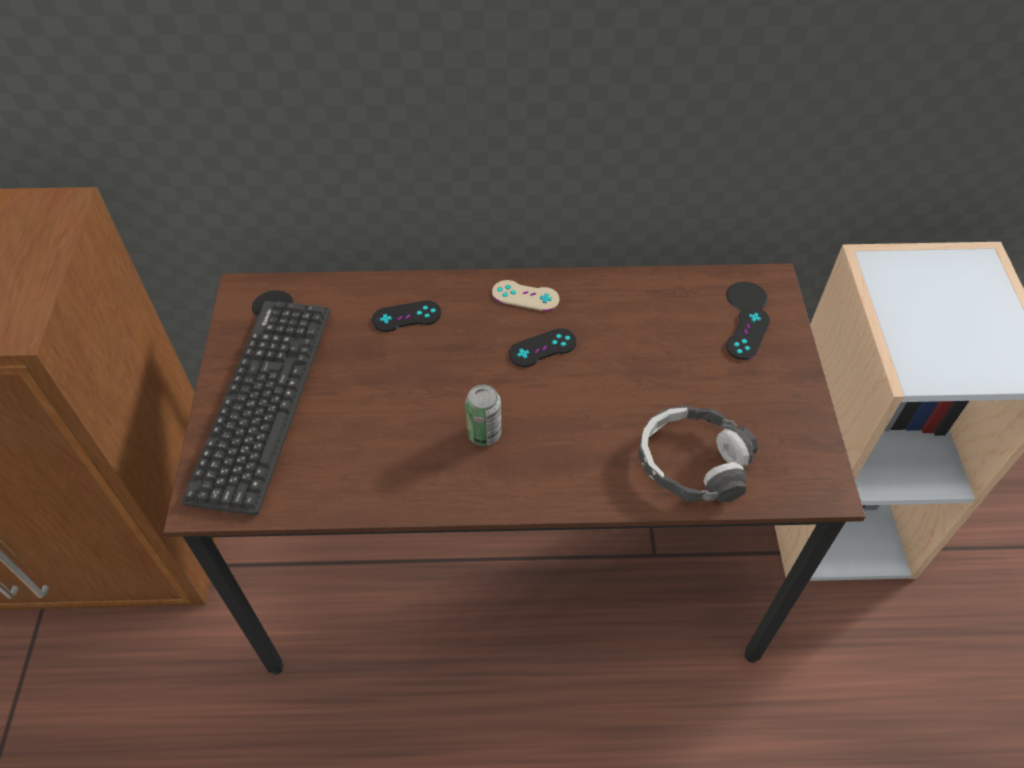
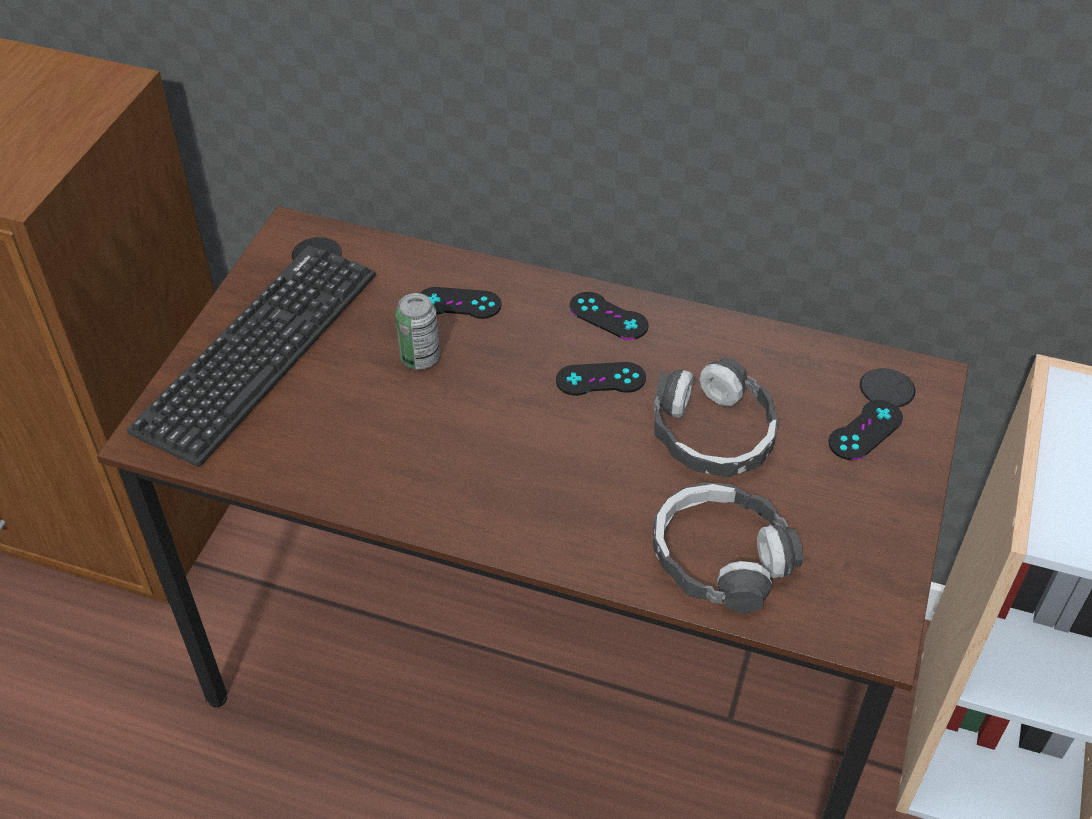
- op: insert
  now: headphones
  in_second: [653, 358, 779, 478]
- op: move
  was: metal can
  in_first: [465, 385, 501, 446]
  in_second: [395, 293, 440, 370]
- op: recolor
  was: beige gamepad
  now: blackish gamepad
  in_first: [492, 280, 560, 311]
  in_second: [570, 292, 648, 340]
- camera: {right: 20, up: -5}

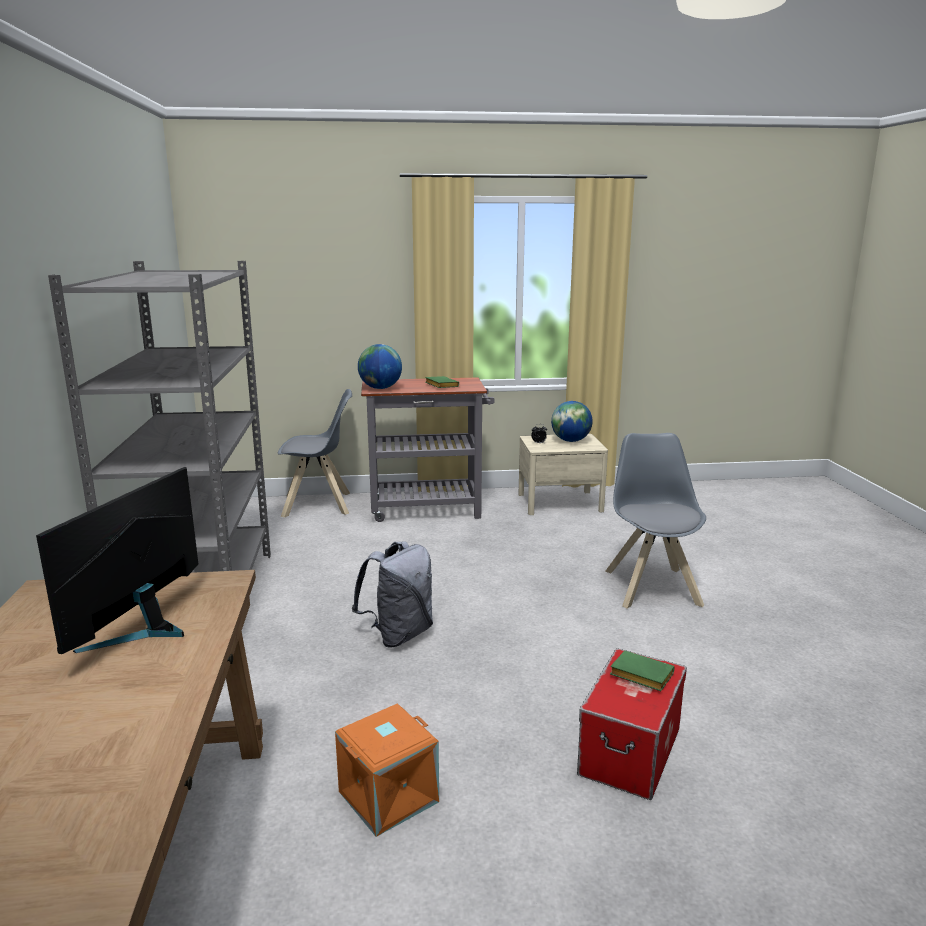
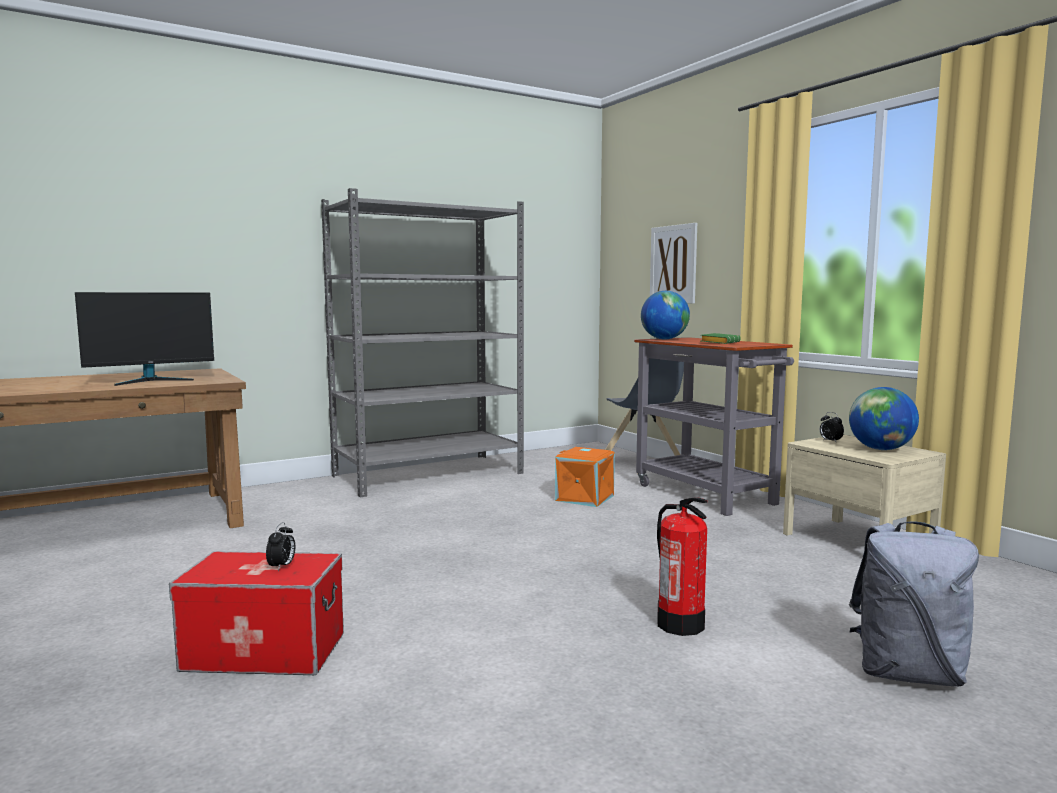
- op: insert
  now: wall art
  in_second: [650, 223, 697, 304]
- op: move
  was: orange-coloured storage box
  in_first: [335, 704, 439, 837]
  in_second: [555, 447, 615, 507]
- op: move
  was: gray rucksack
  in_first: [352, 541, 433, 648]
  in_second: [849, 521, 979, 686]
- op: replace
  was: gray plain chair
  now: fire extinguisher
  in_first: [605, 433, 706, 608]
  in_second: [657, 497, 707, 636]
- op: replace
  was: green-coloured book
  now: bedside clock
  in_first: [610, 651, 675, 691]
  in_second: [266, 522, 295, 571]
- op: rotate
  was: computer screen
  in_first: [36, 467, 198, 654]
  in_second: [75, 292, 214, 386]
  clockwise: 150
- camera: {right: 65, up: -10}

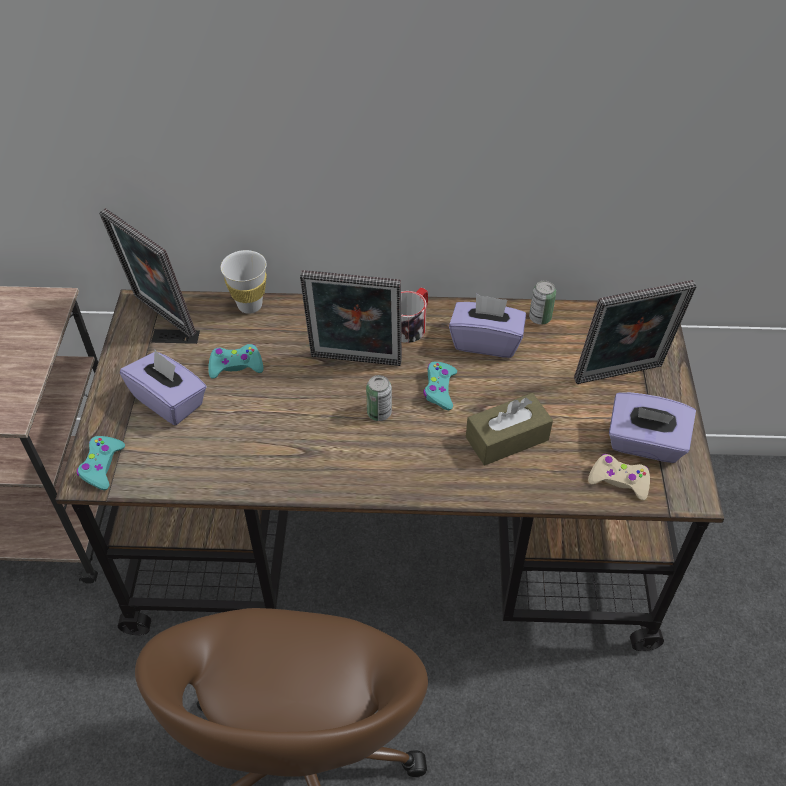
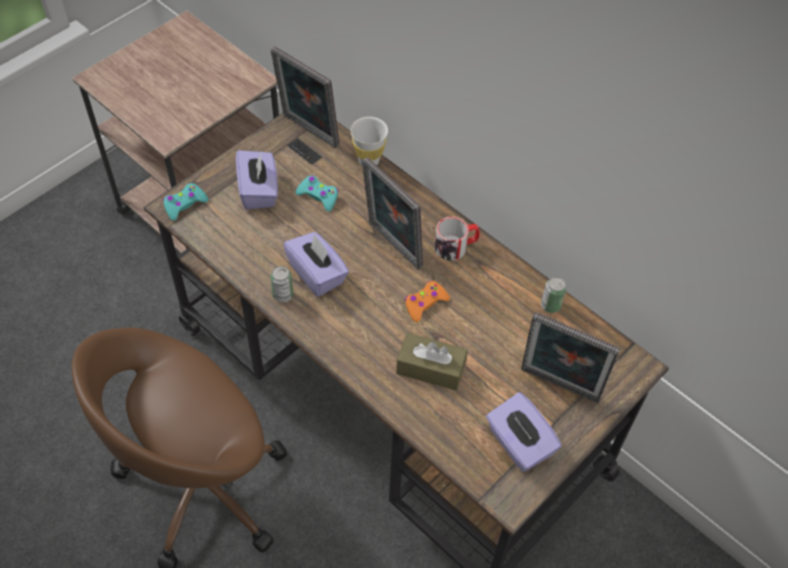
- op: delete
  was: beige gamepad
  in_first: [588, 454, 650, 500]
- op: move
  was: metal can
  in_first: [366, 375, 392, 421]
  in_second: [270, 266, 293, 303]
- op: move
  was: purple-coloured tissue holder
  in_first: [449, 294, 526, 358]
  in_second: [283, 232, 349, 297]
- op: recolor
  was: turquoise gamepad
  now: orange-coloured gamepad
  in_first: [423, 362, 457, 410]
  in_second: [405, 281, 450, 322]
- op: rotate
  was: photo frame
  in_first: [99, 208, 196, 338]
  in_second: [271, 47, 340, 148]
  clockwise: -45
- camera: {right: 40, up: 5}

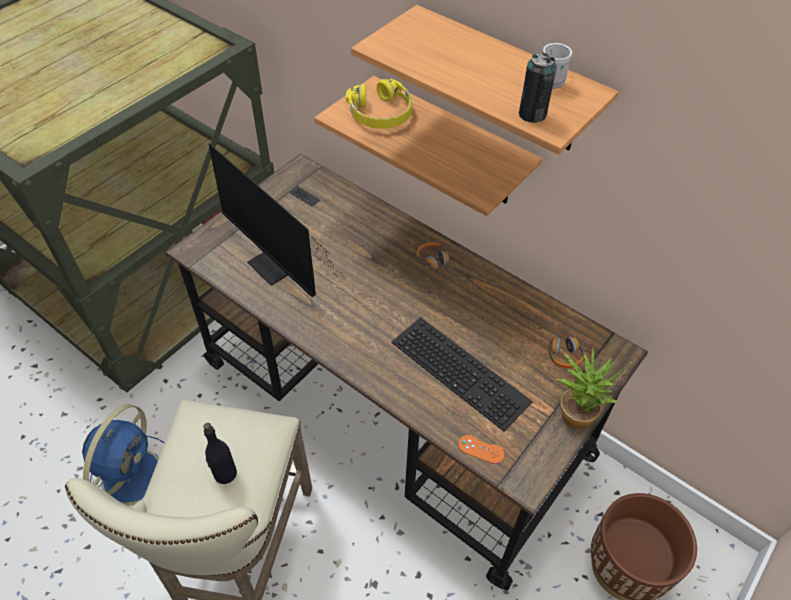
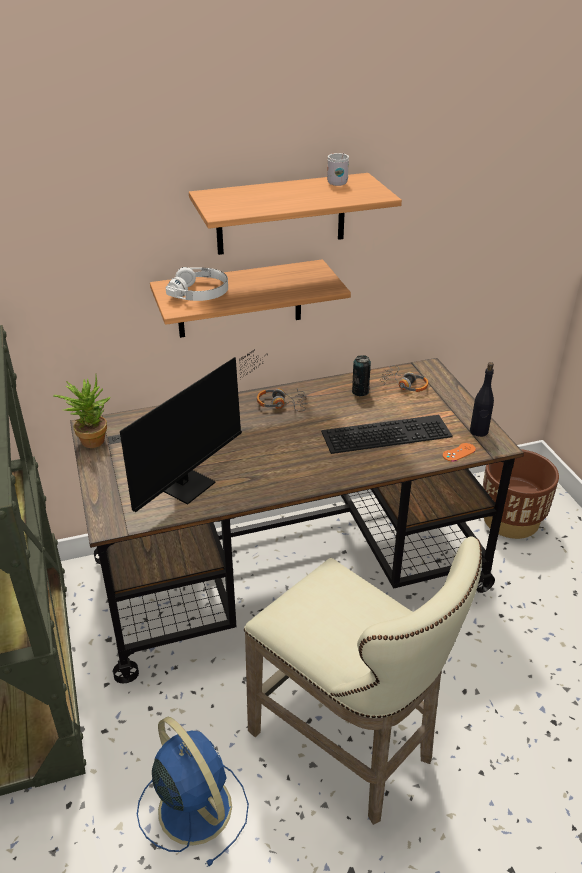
- op: move
  was: blackish bottle
  in_first: [203, 423, 237, 484]
  in_second: [470, 362, 494, 437]
- op: move
  was: metal can
  in_first: [519, 53, 557, 123]
  in_second: [352, 355, 371, 397]
- op: move
  was: plant in a pot
  in_first: [556, 347, 622, 429]
  in_second: [53, 376, 111, 448]
- op: recolor
  was: yellow-coloured headphones
  now: white headphones
  in_first: [346, 78, 413, 129]
  in_second: [166, 267, 228, 301]
- op: rotate
  was: computer screen
  in_first: [209, 143, 344, 297]
  in_second: [120, 350, 265, 512]
  clockwise: -45
- camera: {right: -55, up: -15}

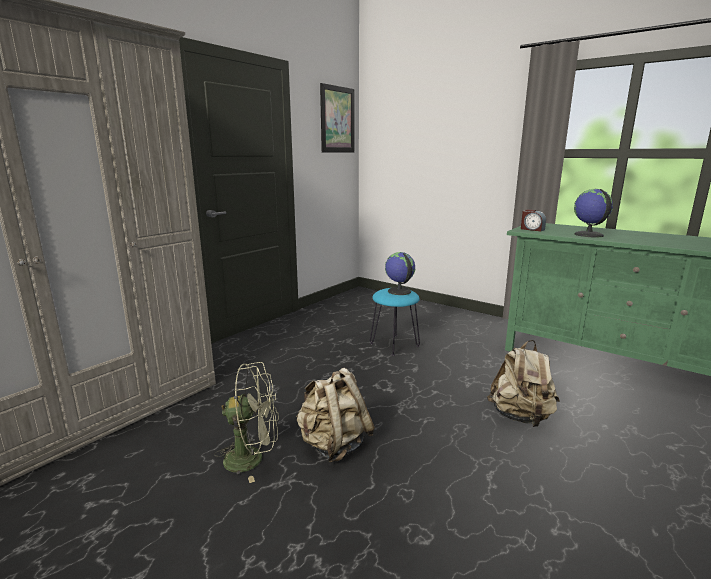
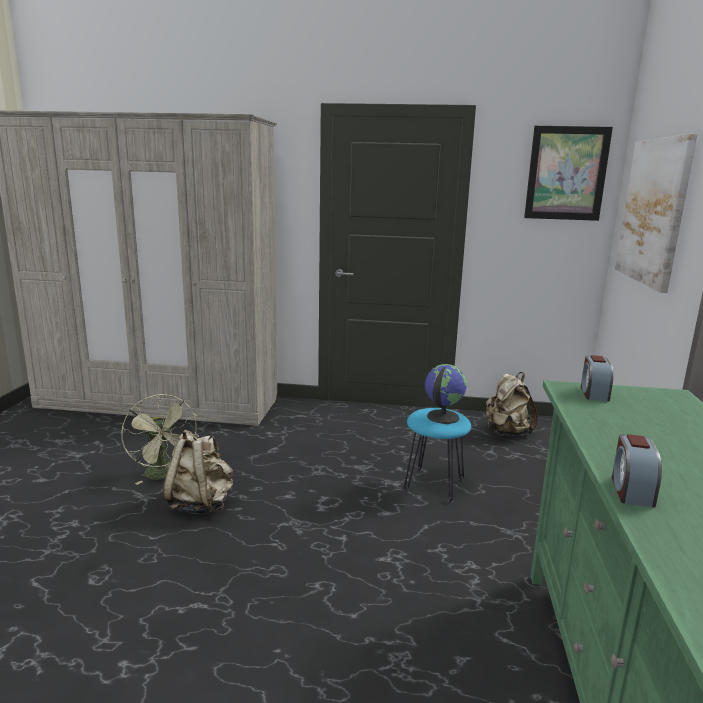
- op: delete
  was: globe
  in_first: [574, 189, 613, 238]
- op: insert
  now: bedside clock
  in_second: [612, 434, 662, 508]
- op: insert
  now: wall art
  in_second: [615, 134, 697, 293]
- op: move
  was: beige rucksack
  in_first: [487, 340, 560, 427]
  in_second: [486, 372, 538, 436]
- camera: {right: 60, up: 0}

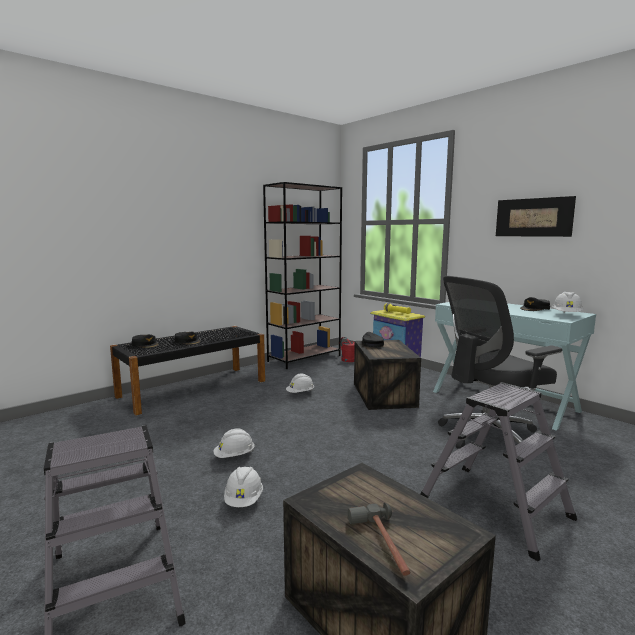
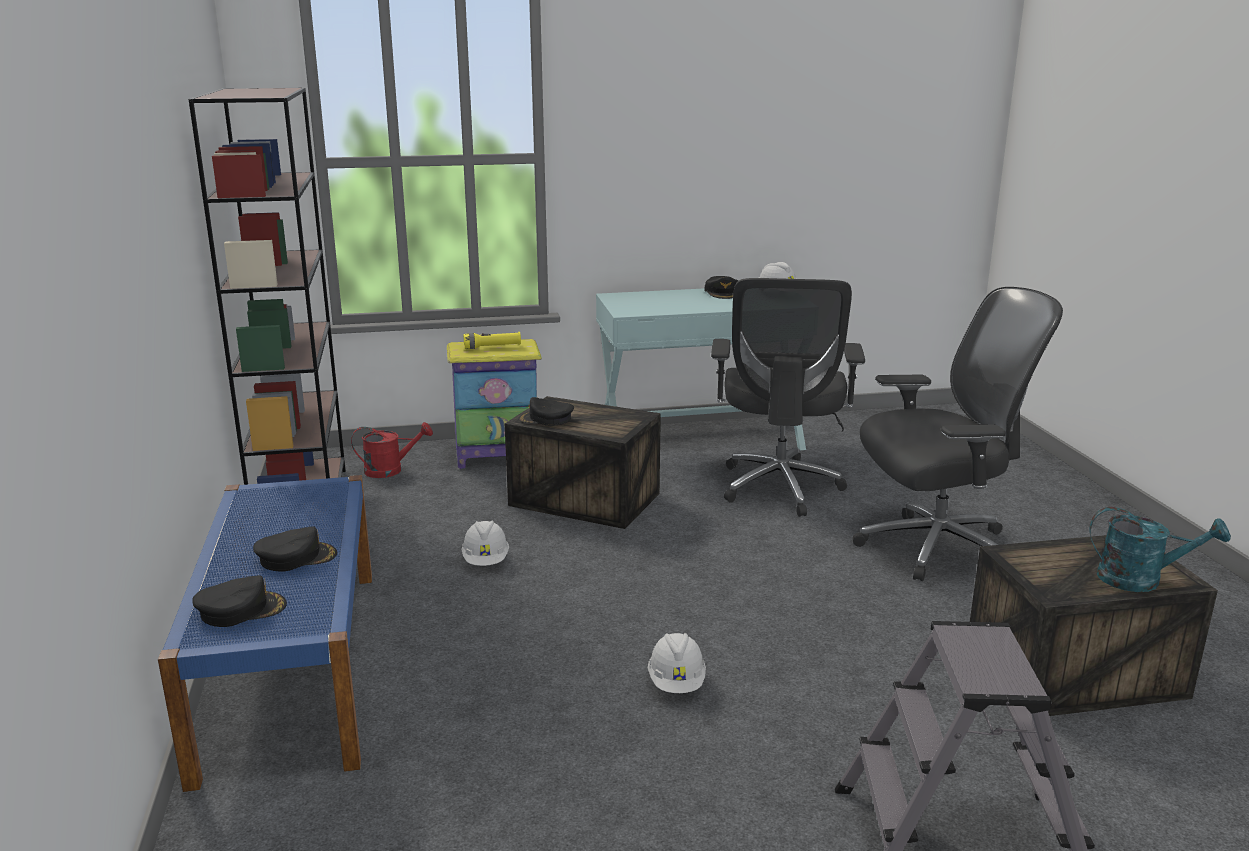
- op: delete
  was: white safety helmet
  in_first: [224, 467, 263, 507]
- op: delete
  was: wall art
  in_first: [496, 196, 576, 237]
- op: replace
  was: hammer
  now: turquoise watering can
  in_first: [348, 503, 410, 576]
  in_second: [1089, 507, 1231, 592]
- op: replace
  was: gray step stool
  now: desk chair
  in_first: [420, 382, 577, 561]
  in_second: [853, 287, 1063, 581]
- op: recolor
  was: blackish indoor bench
  now: bluish indoor bench
  in_first: [110, 326, 265, 415]
  in_second: [158, 475, 372, 792]
- camera: {right: -60, up: 10}

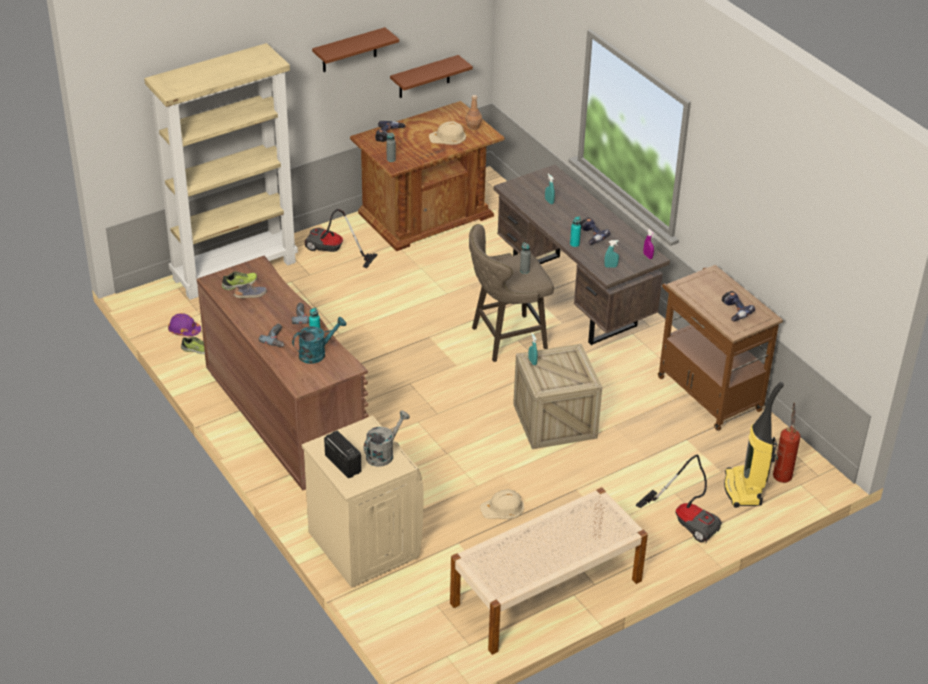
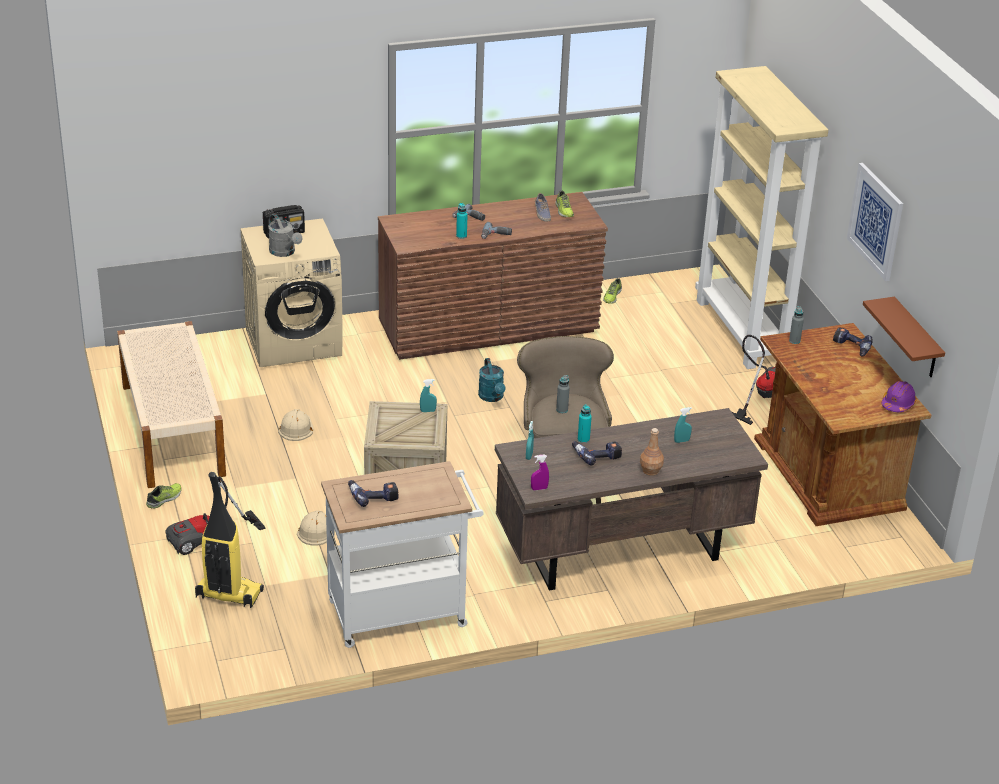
- op: delete
  was: fire extinguisher
  in_first: [773, 403, 800, 483]
- op: insert
  now: shoe
  in_second: [146, 483, 182, 508]
- op: move
  was: purple-coloured safety helmet
  in_first: [168, 313, 201, 336]
  in_second: [881, 381, 917, 412]
- op: move
  was: turquoise watering can
  in_first: [292, 317, 347, 364]
  in_second: [478, 358, 506, 402]
- op: move
  was: beige safety helmet
  in_first: [429, 121, 466, 145]
  in_second: [297, 511, 335, 546]
- op: move
  was: brown bottle
  in_first: [465, 95, 482, 130]
  in_second: [640, 428, 664, 476]
- op: replace
  was: brown bracket shelf
  now: wall art
  in_first: [312, 27, 399, 72]
  in_second: [847, 163, 903, 281]
- op: recolor
  was: brown wheeled cart
  now: white wheeled cart
  in_first: [658, 265, 783, 431]
  in_second: [321, 461, 484, 648]
- camera: {right: 105, up: -5}

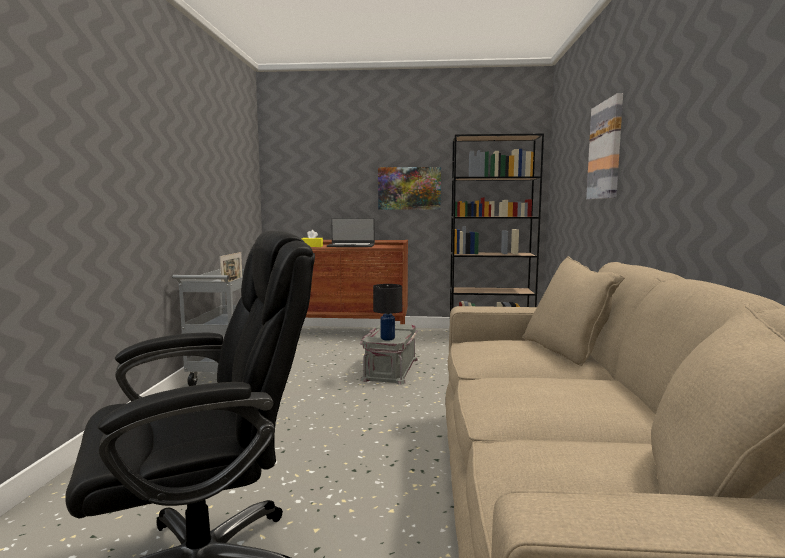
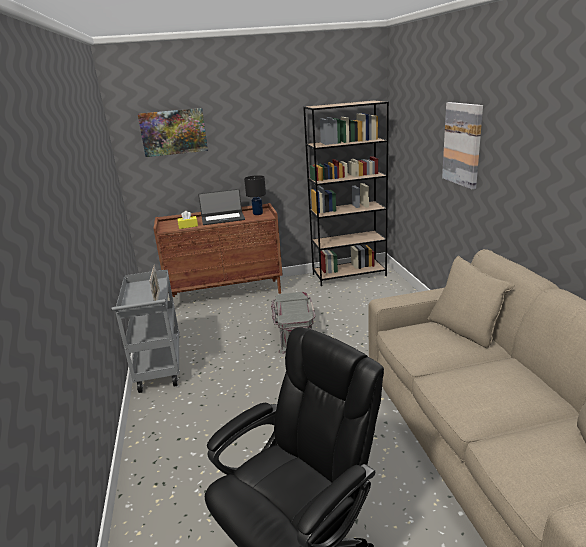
- op: move
  was: blackish table lamp
  in_first: [373, 284, 402, 341]
  in_second: [244, 175, 266, 215]
- op: move
  was: wall art
  in_first: [378, 167, 441, 210]
  in_second: [138, 108, 208, 157]
- camera: {right: -15, up: 15}

